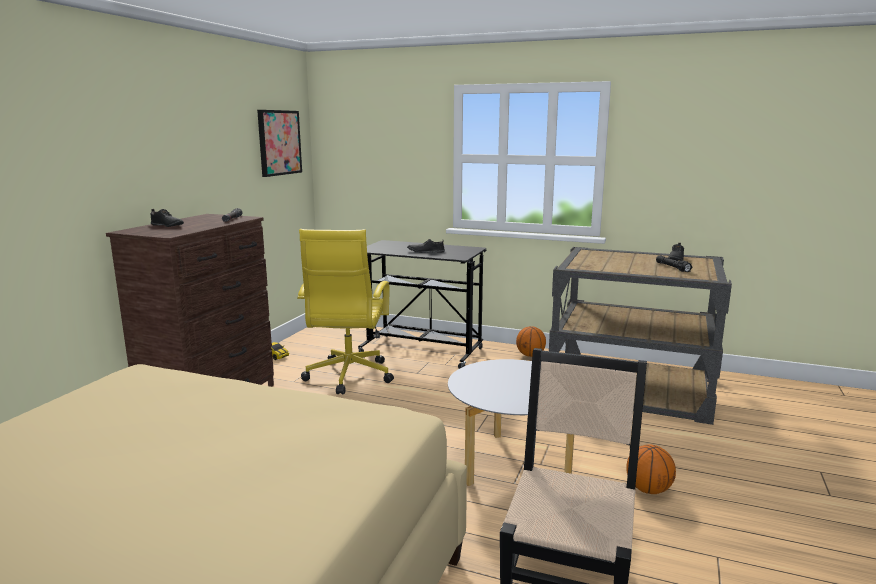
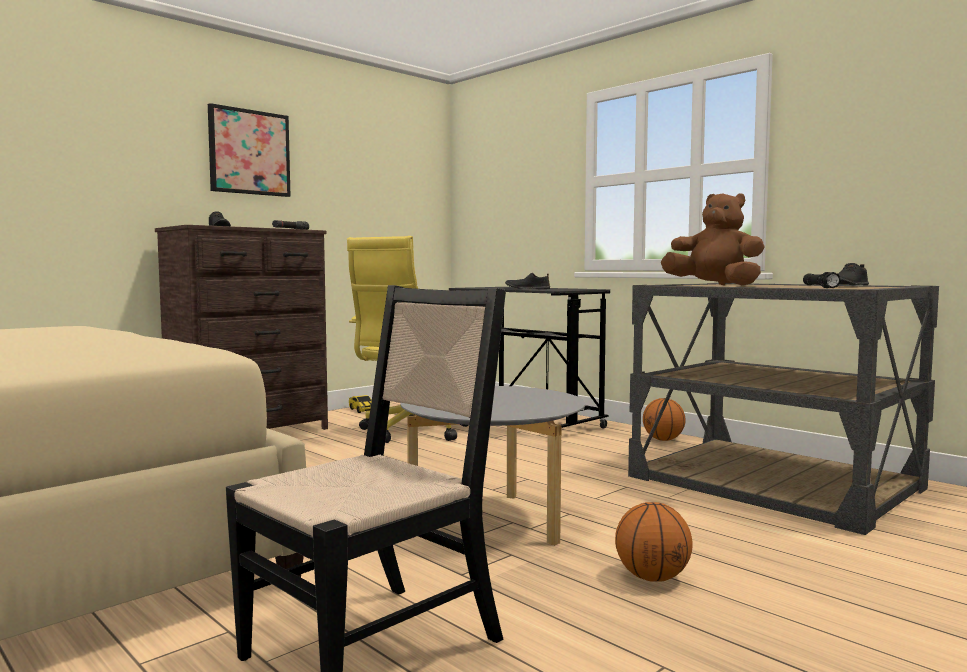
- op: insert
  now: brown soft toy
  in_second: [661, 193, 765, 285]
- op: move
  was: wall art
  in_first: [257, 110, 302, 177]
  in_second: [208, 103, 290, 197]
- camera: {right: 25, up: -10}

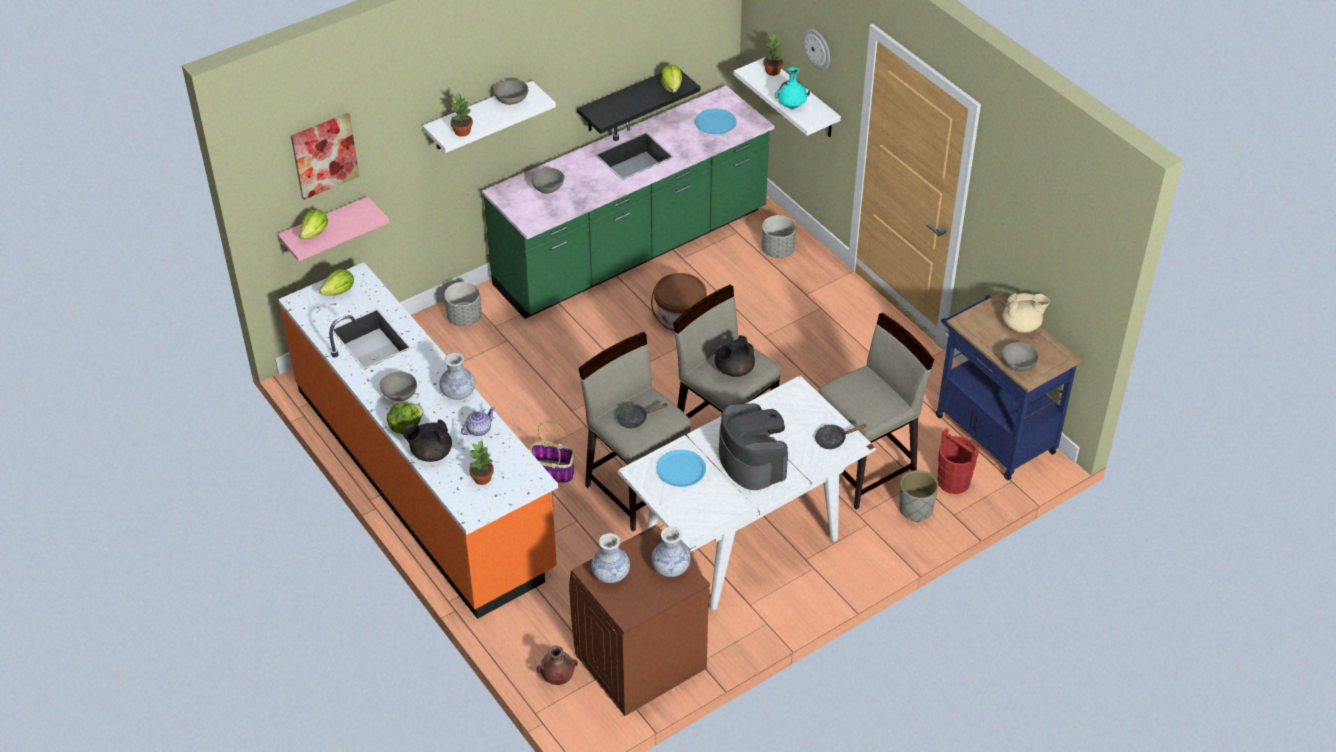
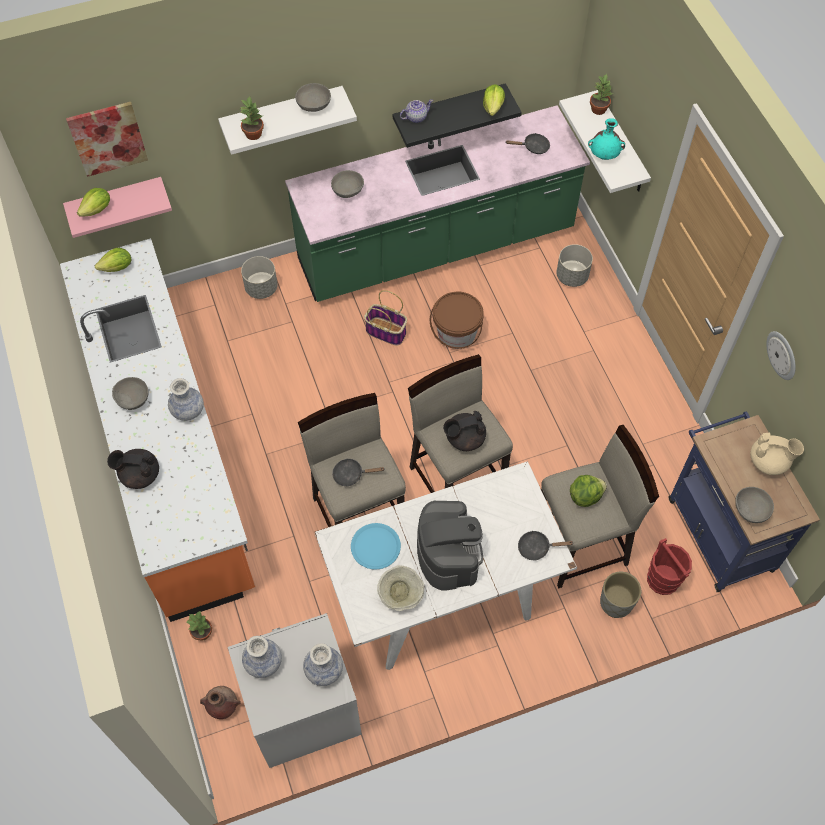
- op: insert
  now: beige serving bowl
  in_second: [377, 565, 424, 611]
- op: move
  was: lettuce
  in_first: [387, 402, 424, 434]
  in_second: [570, 475, 607, 507]
- op: move
  was: teapot
  in_first: [461, 407, 495, 436]
  in_second: [400, 99, 433, 123]
- op: move
  was: plant in a pot
  in_first: [469, 440, 494, 485]
  in_second: [187, 612, 212, 641]
- op: move
  was: storage basket
  in_first: [528, 421, 575, 484]
  in_second: [364, 290, 407, 346]
- op: move
  was: hanging clock
  in_first: [803, 29, 830, 70]
  in_second: [766, 331, 796, 380]
- op: replace
  was: bluish plate
  now: blackish frying pan
  in_first: [695, 109, 737, 134]
  in_second: [505, 133, 550, 154]
- op: recolor
  was: brown laundry machine
  now: white laundry machine
  in_first: [569, 524, 710, 716]
  in_second: [228, 613, 362, 768]
- camera: {right: 15, up: 15}

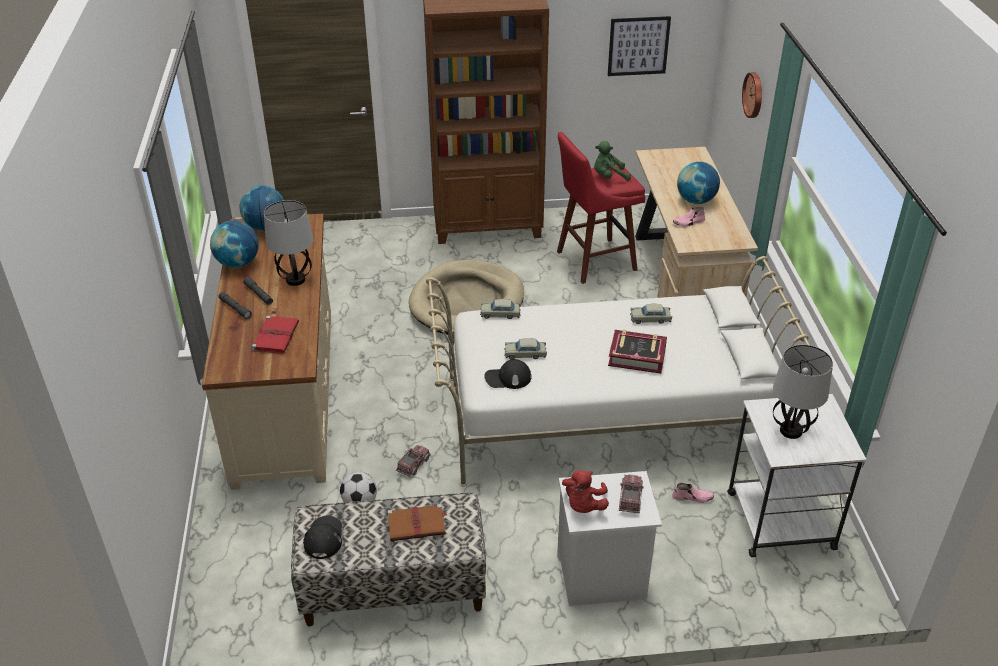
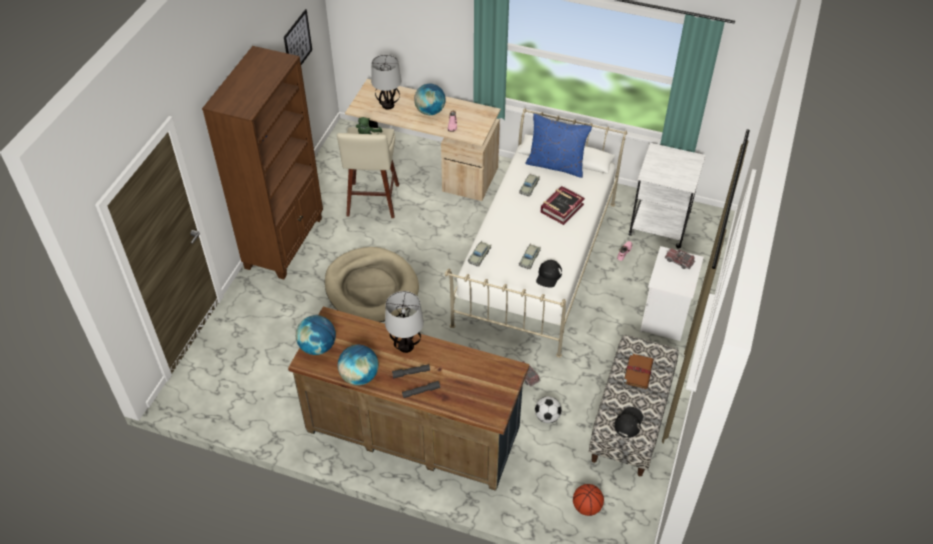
- op: delete
  was: red book
  in_first: [252, 316, 299, 354]
- op: delete
  was: red soft toy
  in_first: [562, 470, 609, 513]
- op: delete
  was: hanging clock
  in_first: [742, 72, 762, 118]
- op: insert
  now: bluish pillow
  in_second: [525, 114, 592, 178]
- op: insert
  now: ball for basketball
  in_second: [573, 484, 604, 516]
- op: move
  was: table lamp
  in_first: [773, 345, 833, 439]
  in_second: [371, 55, 402, 110]
- op: recolor
  was: beige drawer chest
  now: bluish drawer chest
  in_first: [202, 214, 331, 490]
  in_second: [288, 307, 529, 491]
- op: recolor
  was: red stool
  now: beige stool
  in_first: [557, 132, 645, 284]
  in_second: [337, 127, 399, 218]
- op: rotate
  was: blackish baseball cap
  in_first: [303, 516, 342, 559]
  in_second: [614, 407, 643, 438]
  clockwise: 90
- camera: {right: -65, up: 10}

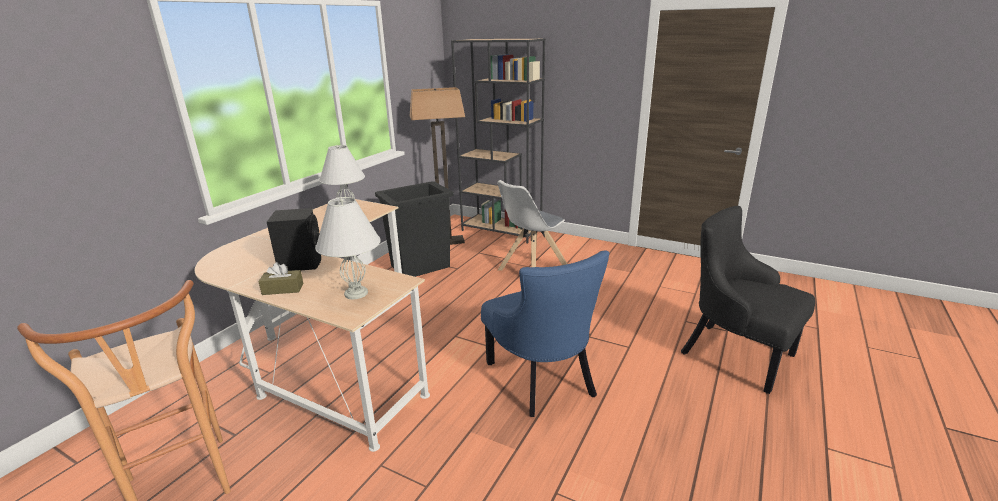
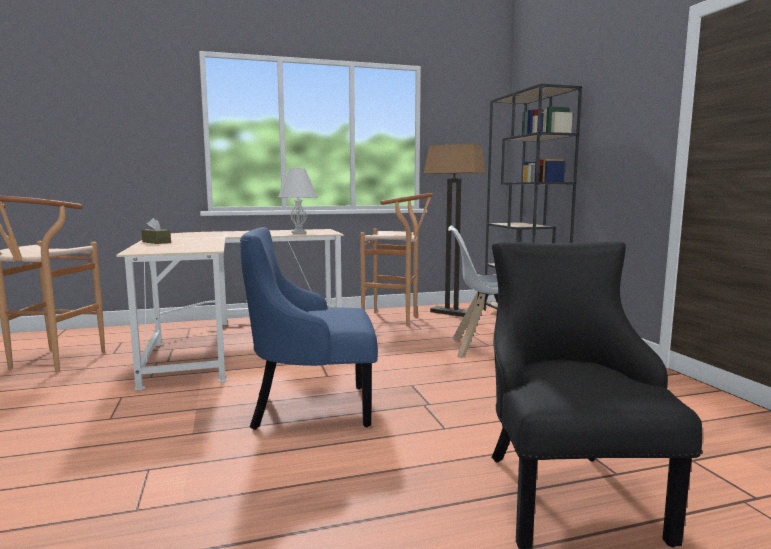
- op: delete
  was: blackish audio speaker
  in_first: [267, 208, 321, 271]
- op: delete
  was: white table lamp
  in_first: [315, 197, 381, 299]
- op: replace
  was: blackish rubbish bin
  now: brown stool
  in_first: [375, 181, 454, 277]
  in_second: [360, 193, 433, 327]
- op: rotate
  was: bluish plain chair
  in_first: [481, 251, 609, 417]
  in_second: [240, 227, 378, 430]
  clockwise: 60
- camera: {right: 45, up: -15}

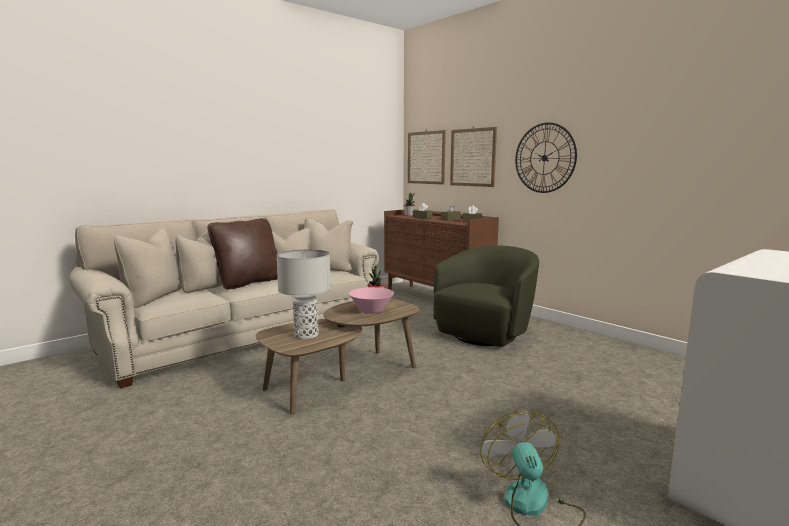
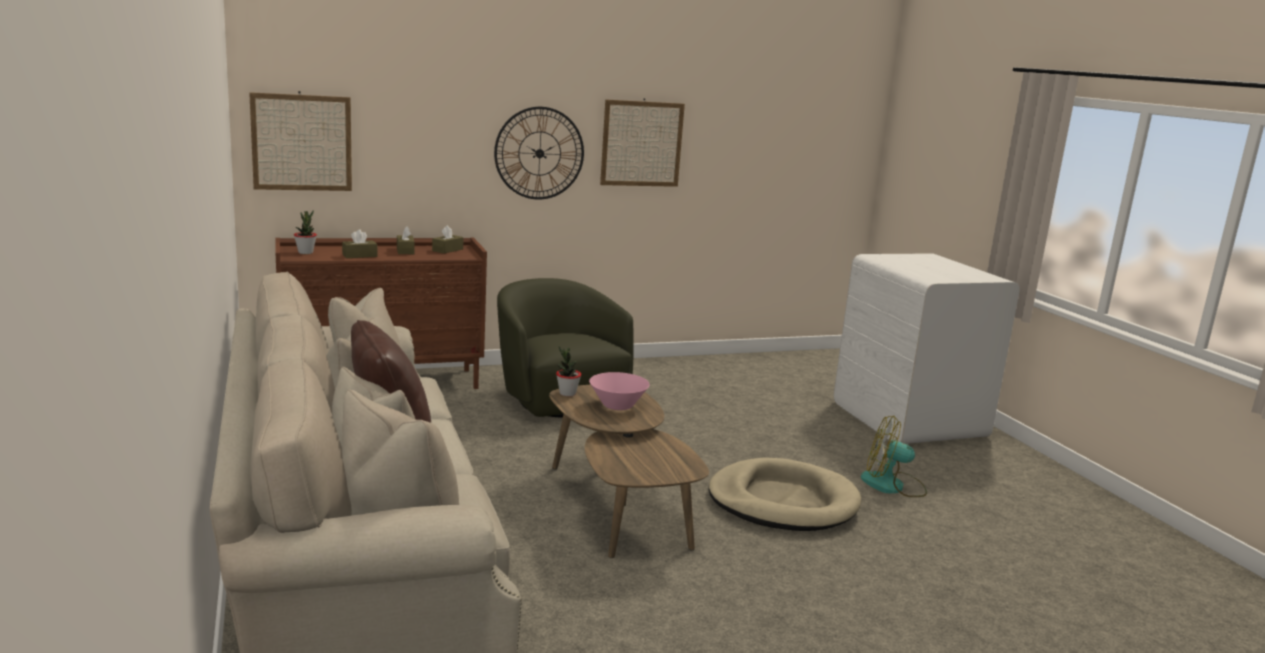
- op: delete
  was: white table lamp
  in_first: [277, 249, 331, 339]
- op: insert
  now: beige pet bed
  in_second: [709, 457, 861, 531]
- op: move
  was: wall art
  in_first: [450, 126, 497, 187]
  in_second: [600, 98, 685, 187]
- camera: {right: -70, up: 5}

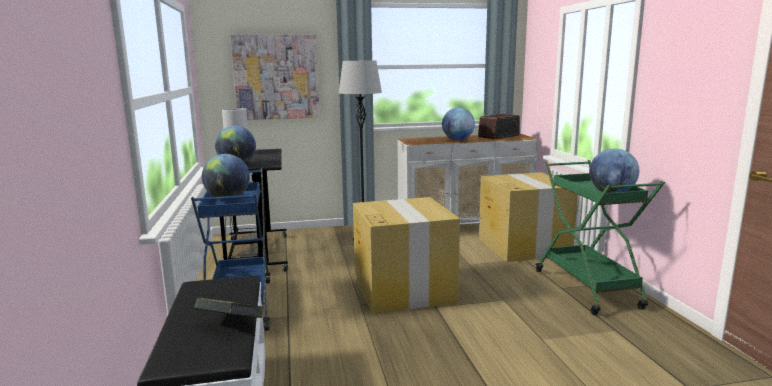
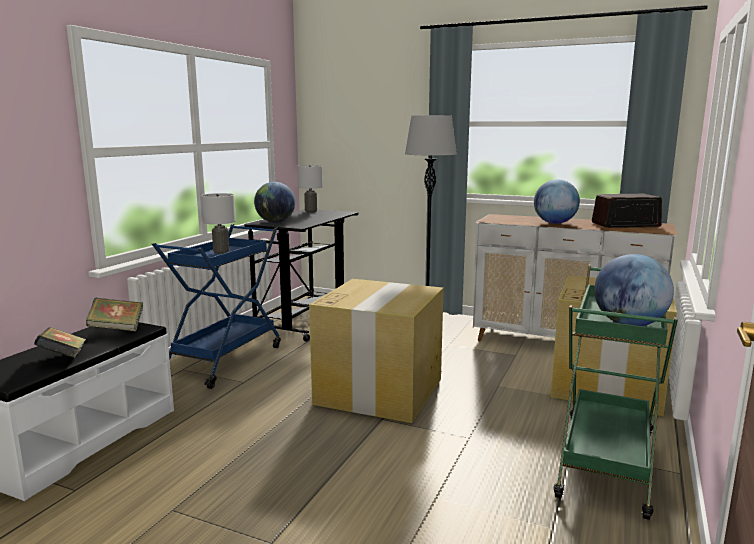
- op: delete
  was: wall art
  in_first: [230, 34, 320, 120]
- op: insert
  now: book
  in_second: [86, 298, 143, 331]
- op: replace
  was: globe
  now: white table lamp
  in_first: [202, 154, 250, 200]
  in_second: [201, 193, 235, 254]
- camera: {right: 35, up: 0}

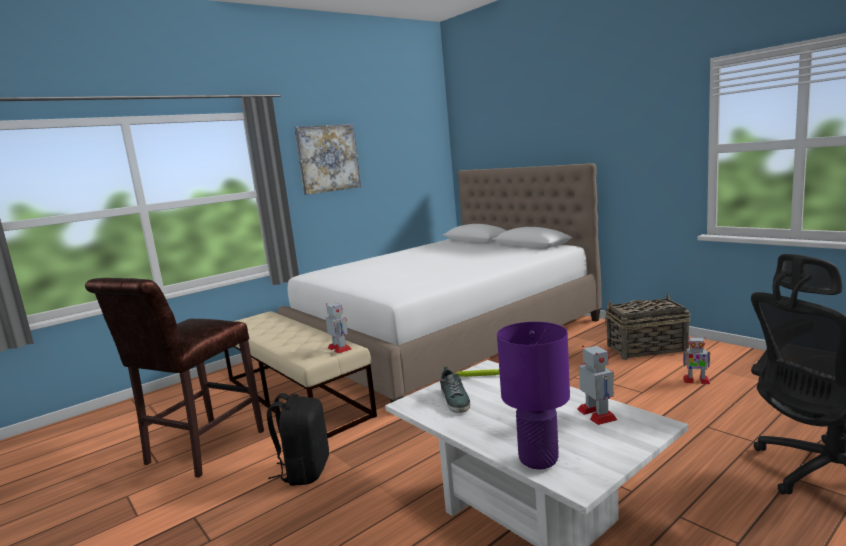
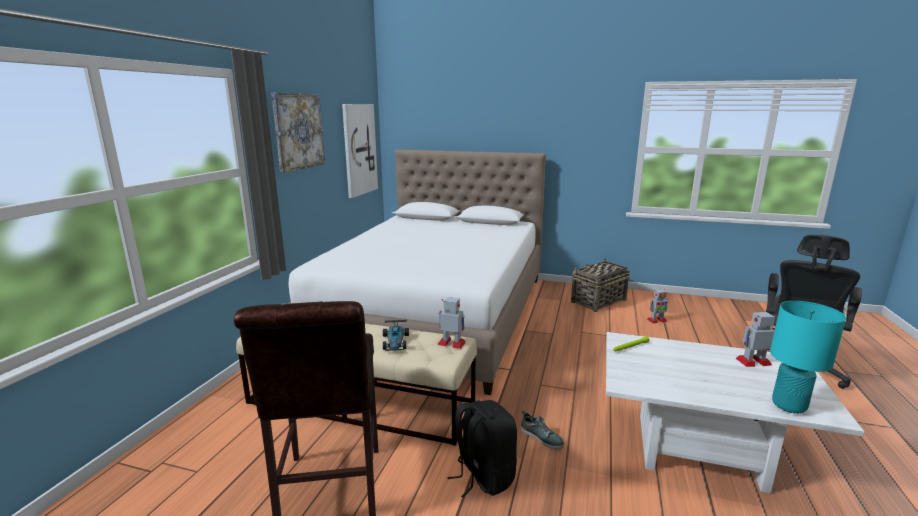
- op: insert
  now: wall art
  in_second: [342, 104, 378, 198]
- op: insert
  now: miniature car
  in_second: [383, 319, 409, 351]
- op: move
  was: shoe
  in_first: [440, 367, 470, 413]
  in_second: [521, 410, 564, 450]
- op: recolor
  was: purple-coloured table lamp
  now: turquoise table lamp
  in_first: [497, 322, 570, 470]
  in_second: [770, 301, 846, 414]
- op: rotate
  was: robot figure
  in_first: [577, 345, 617, 425]
  in_second: [735, 312, 776, 367]
  clockwise: -45
- camera: {right: -35, up: 5}

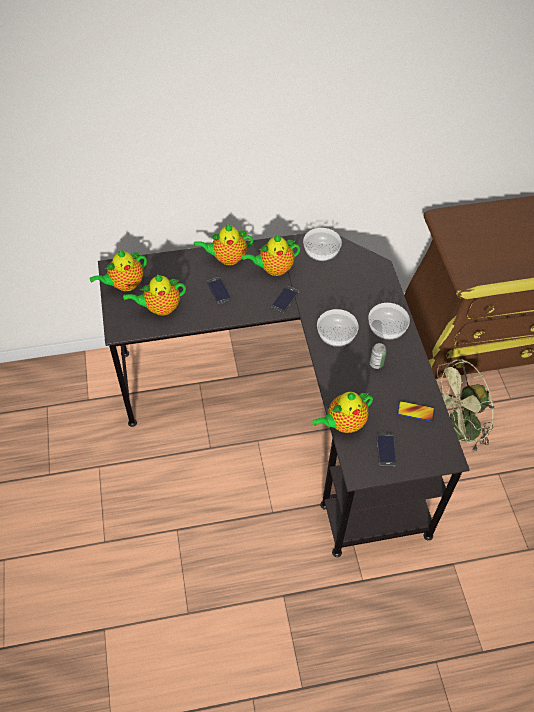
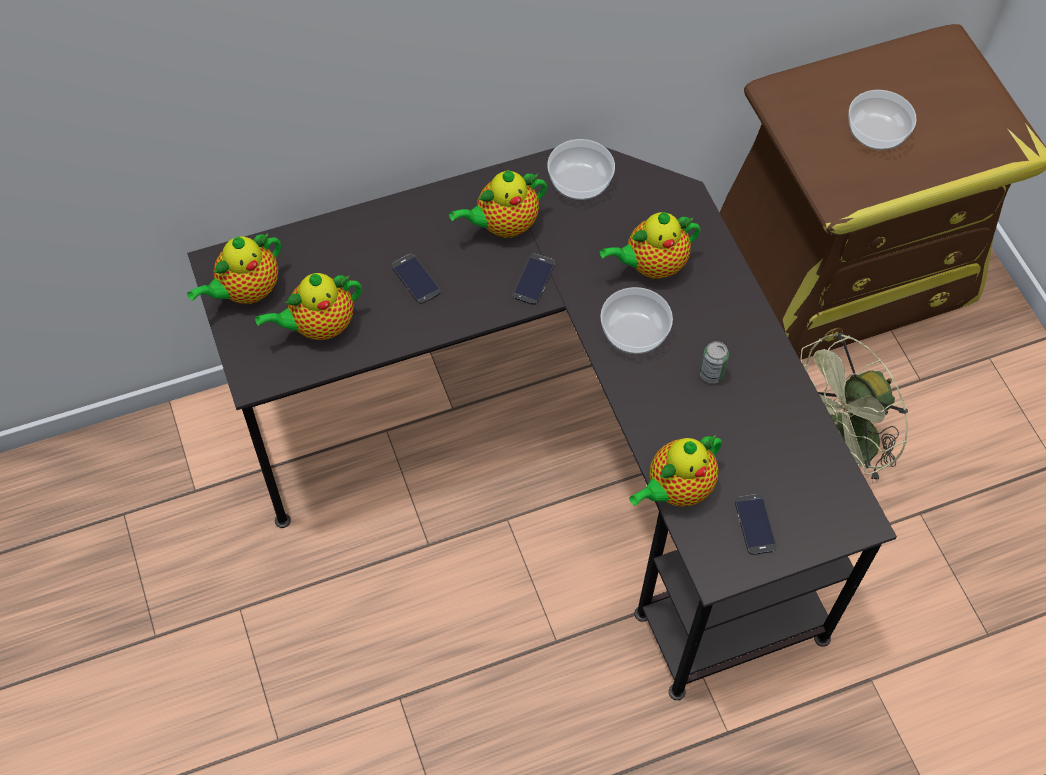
- op: delete
  was: phone
  in_first: [397, 401, 435, 422]
- op: move
  was: teapot
  in_first: [194, 224, 253, 265]
  in_second: [600, 212, 701, 279]
- op: move
  was: serving bowl
  in_first: [368, 303, 410, 340]
  in_second: [849, 90, 916, 150]
- camera: {right: -10, up: 5}

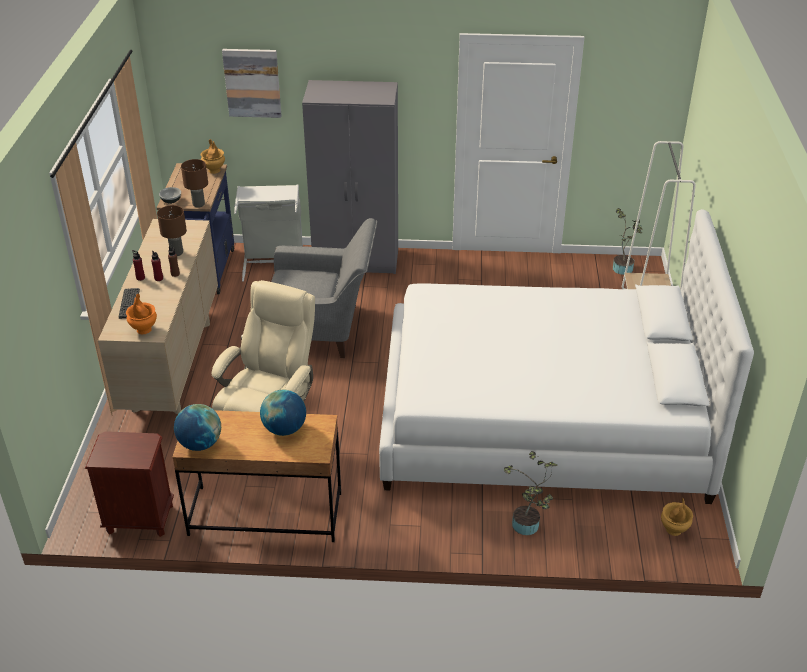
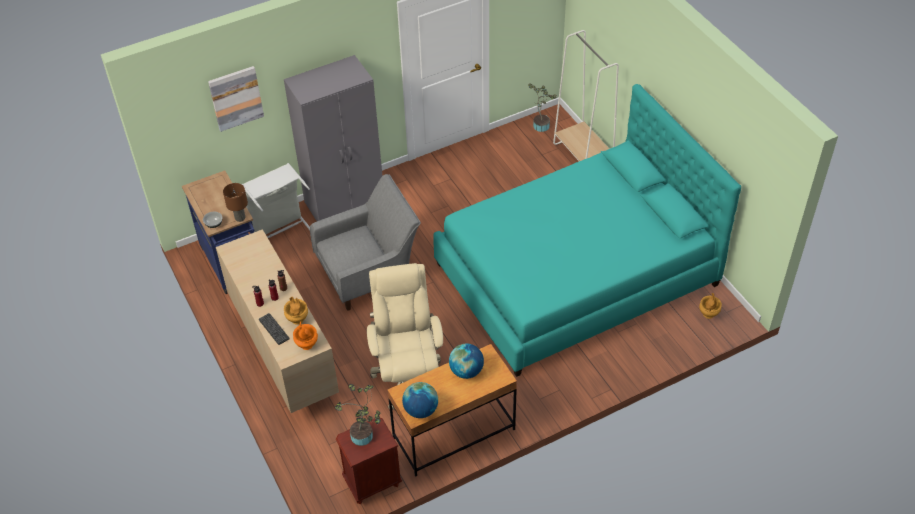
- op: delete
  was: brown table lamp
  in_first: [157, 205, 187, 256]
- op: move
  was: brown decorative vase
  in_first: [201, 139, 225, 174]
  in_second: [284, 297, 308, 325]
- op: move
  was: plant in a pot
  in_first: [504, 451, 557, 535]
  in_second: [335, 384, 381, 446]
- op: recolor
  was: white sleeping bed
  now: turquoise sleeping bed
  in_first: [379, 209, 754, 504]
  in_second: [433, 84, 741, 377]
- camera: {right: -30, up: 10}

